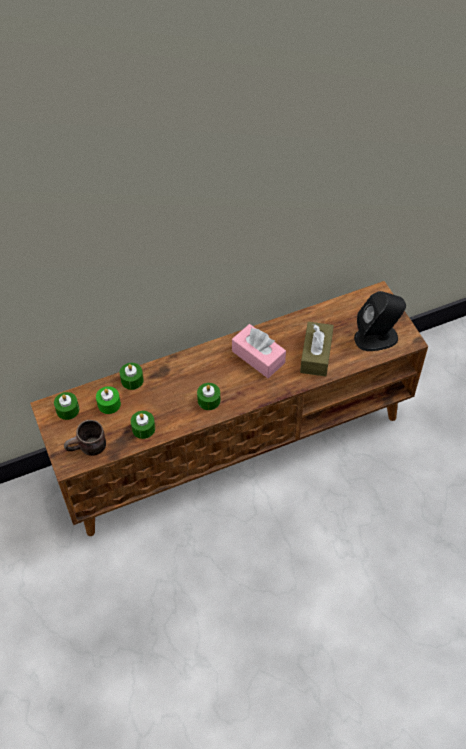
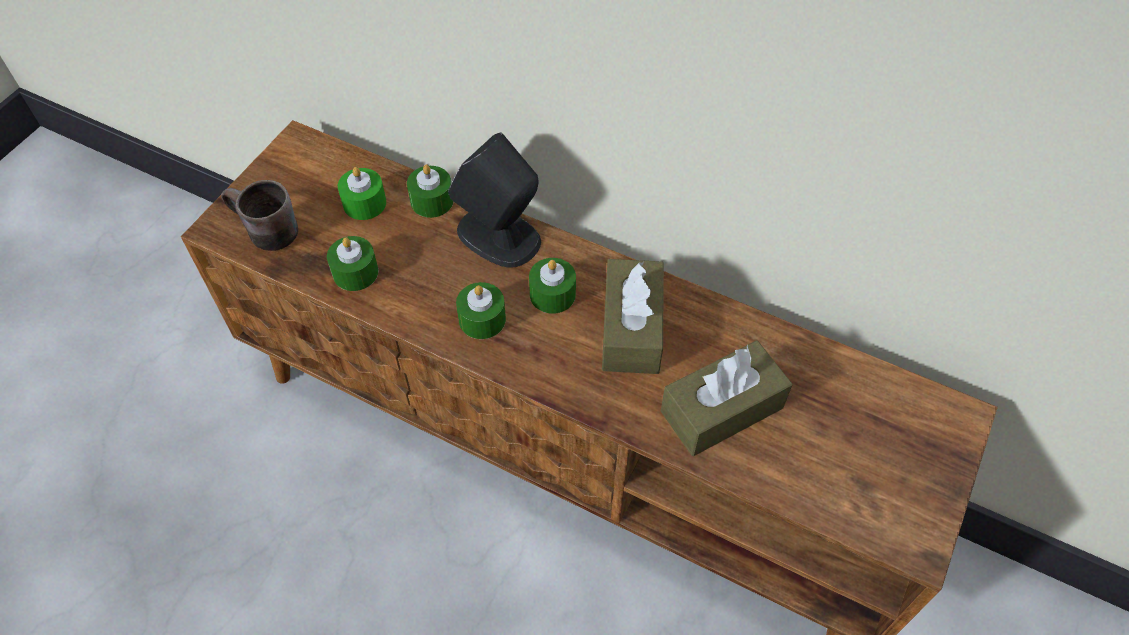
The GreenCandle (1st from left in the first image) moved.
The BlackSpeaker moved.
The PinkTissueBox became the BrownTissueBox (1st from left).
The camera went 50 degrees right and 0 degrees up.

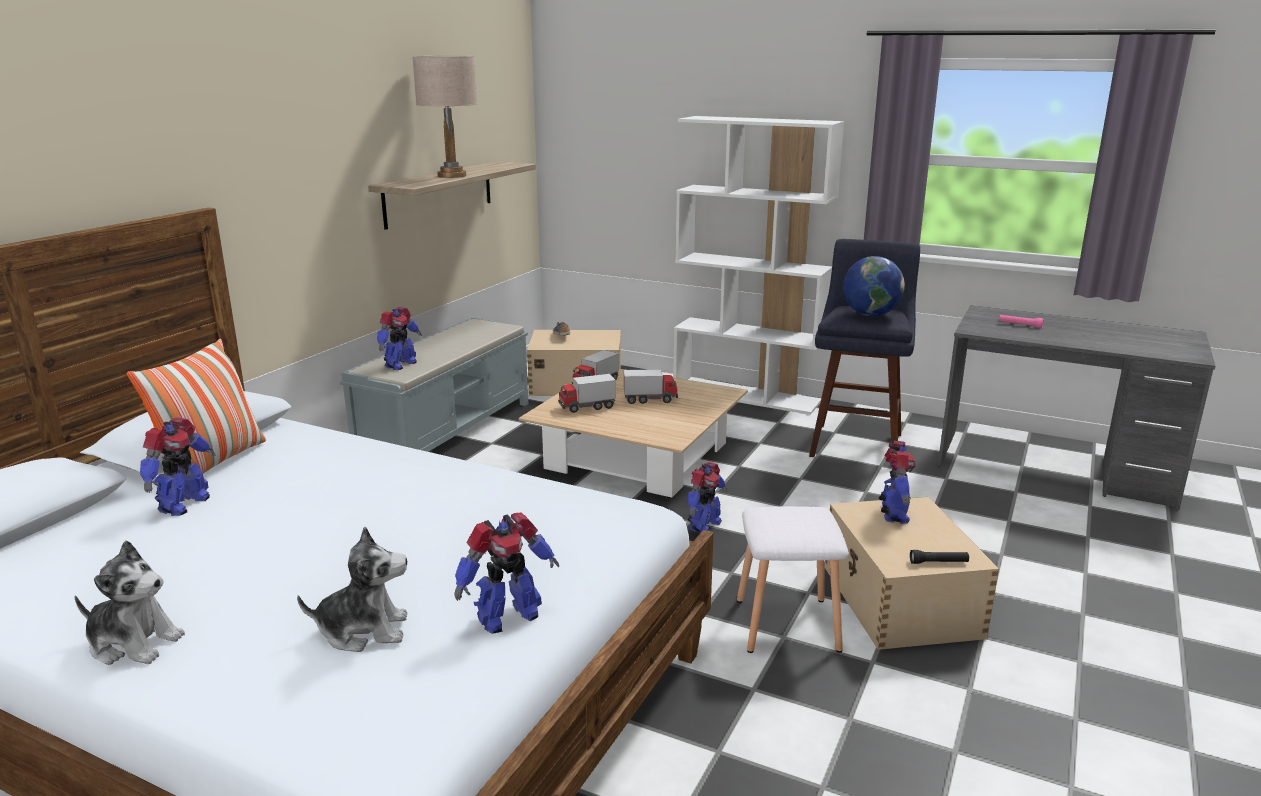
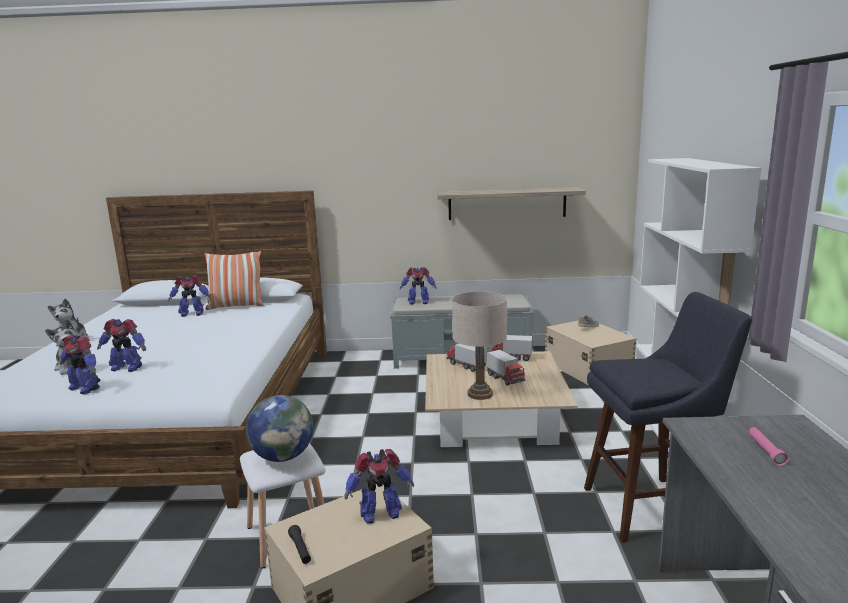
The BeigeTableLamp moved.
The ToyRobot (4th from left in the first image) moved.
The Globe moved.
The camera went 65 degrees right and 5 degrees down.

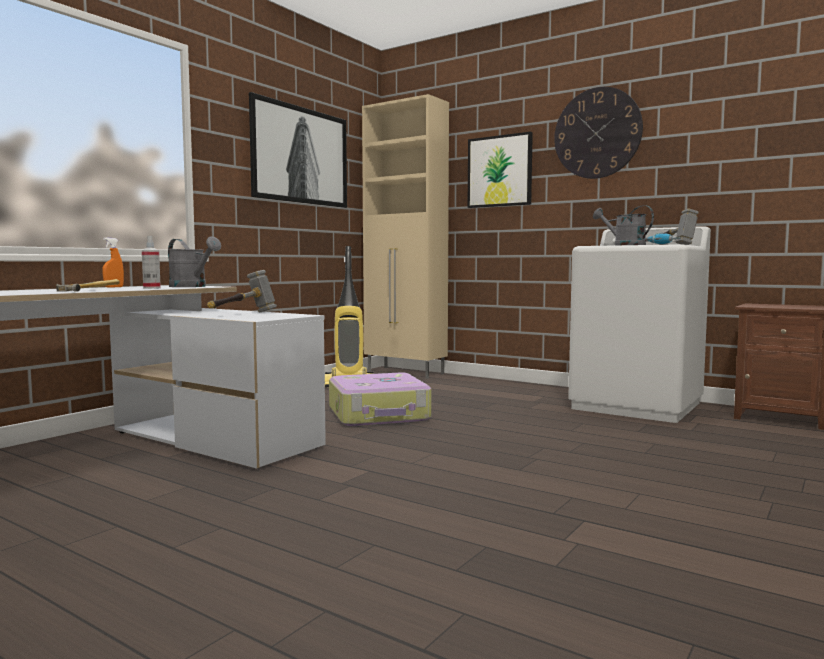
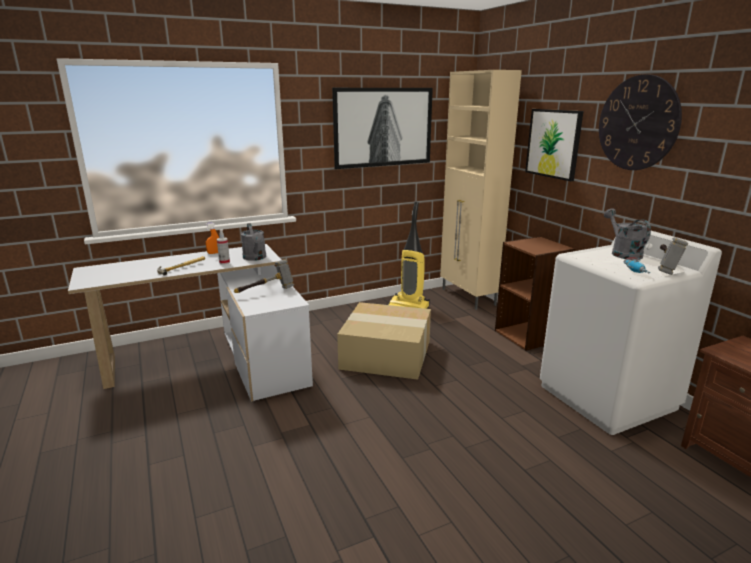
The BrownBookcase appeared.
The Suitcase was replaced by the CardboardBox.
The camera went 30 degrees right and 15 degrees up.

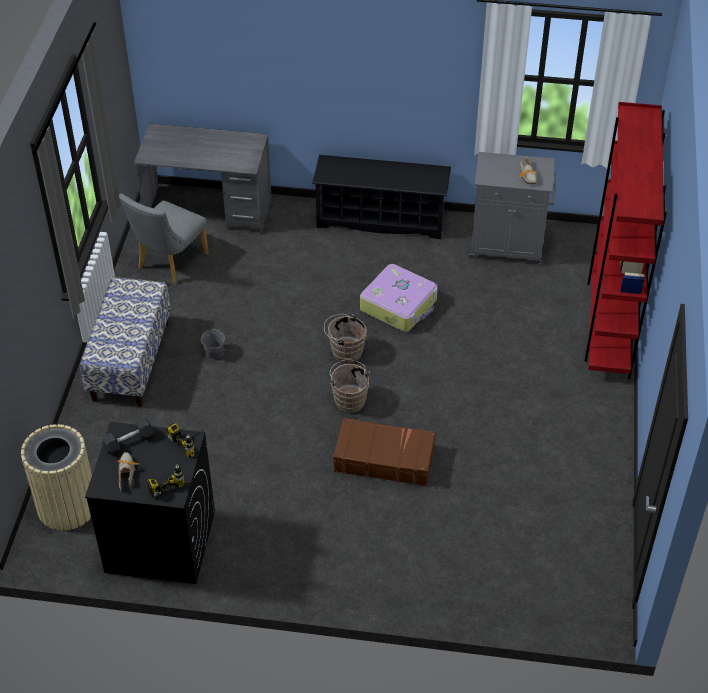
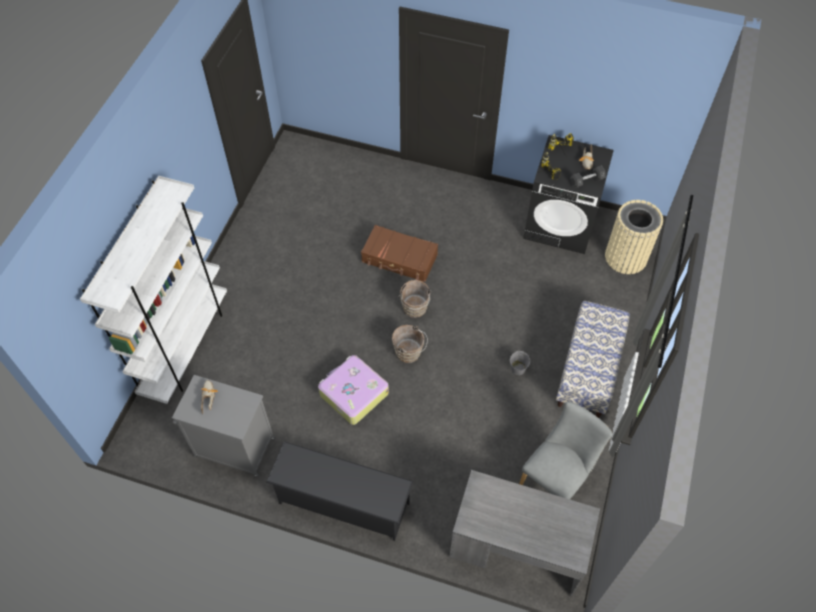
The RedBookcase became the WhiteBookcase.
The camera went 170 degrees left and 10 degrees up.

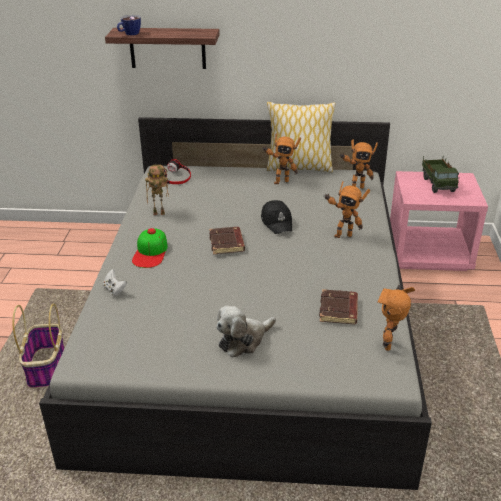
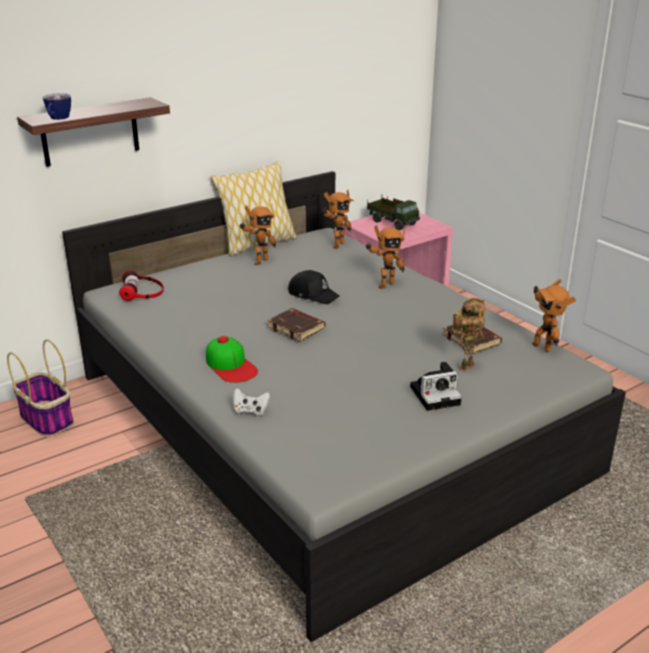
The Basket moved.
The ToyRobot (1st from left in the first image) moved.
The PlushToy was replaced by the PhotoCamera.
The camera went 40 degrees left and 5 degrees down.

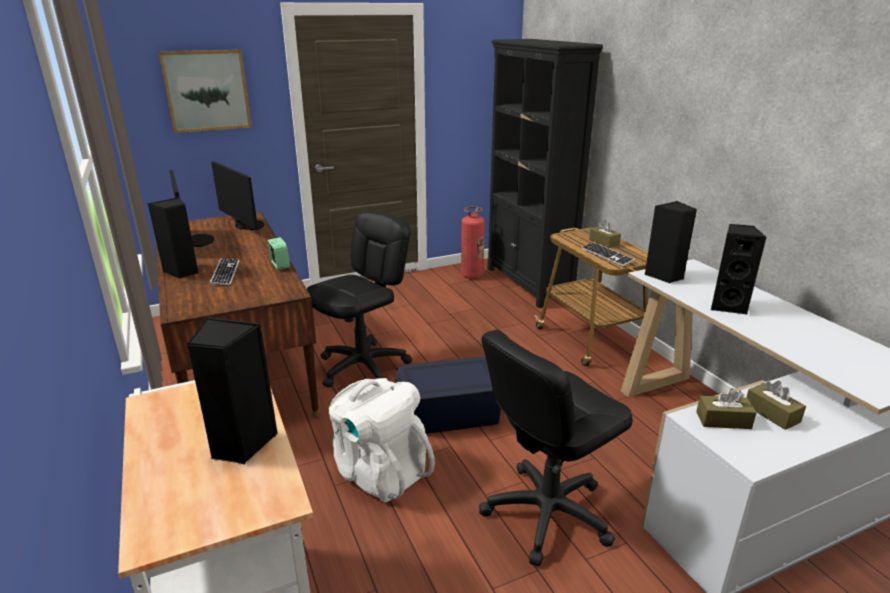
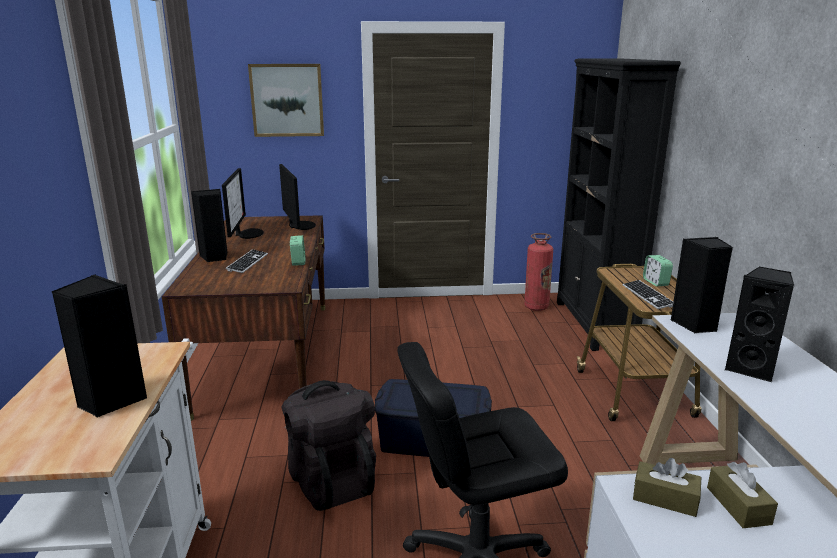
The BlackOfficeChair (1st from left) disappeared.
The BrownTissueBox (1st from left) was replaced by the AlarmClock (2nd from left).
The WhiteBackpack became the BlackBackpack.
The camera went 20 degrees right and 5 degrees down.

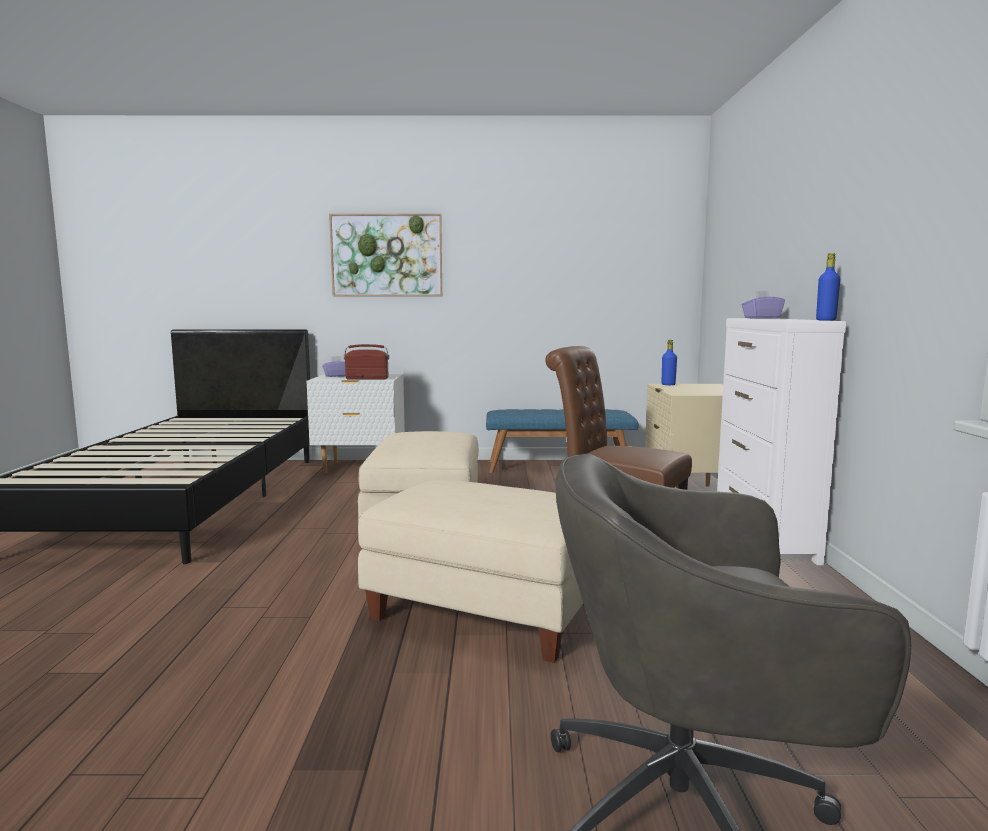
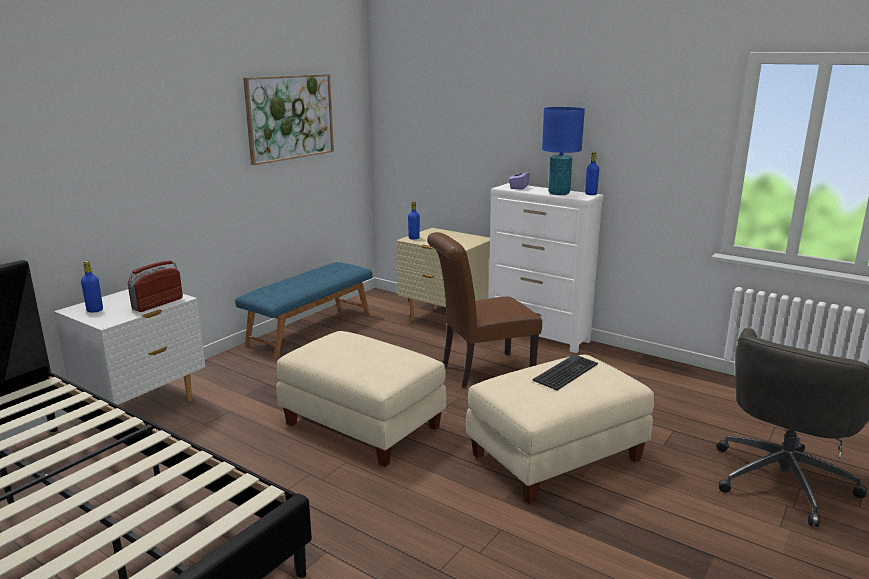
The Keyboard appeared.
The BlueTableLamp appeared.
The Picture moved.
The PurpleTissueBox (1st from left) was replaced by the BlueBottle (1st from left).
The camera went 55 degrees left and 10 degrees up.

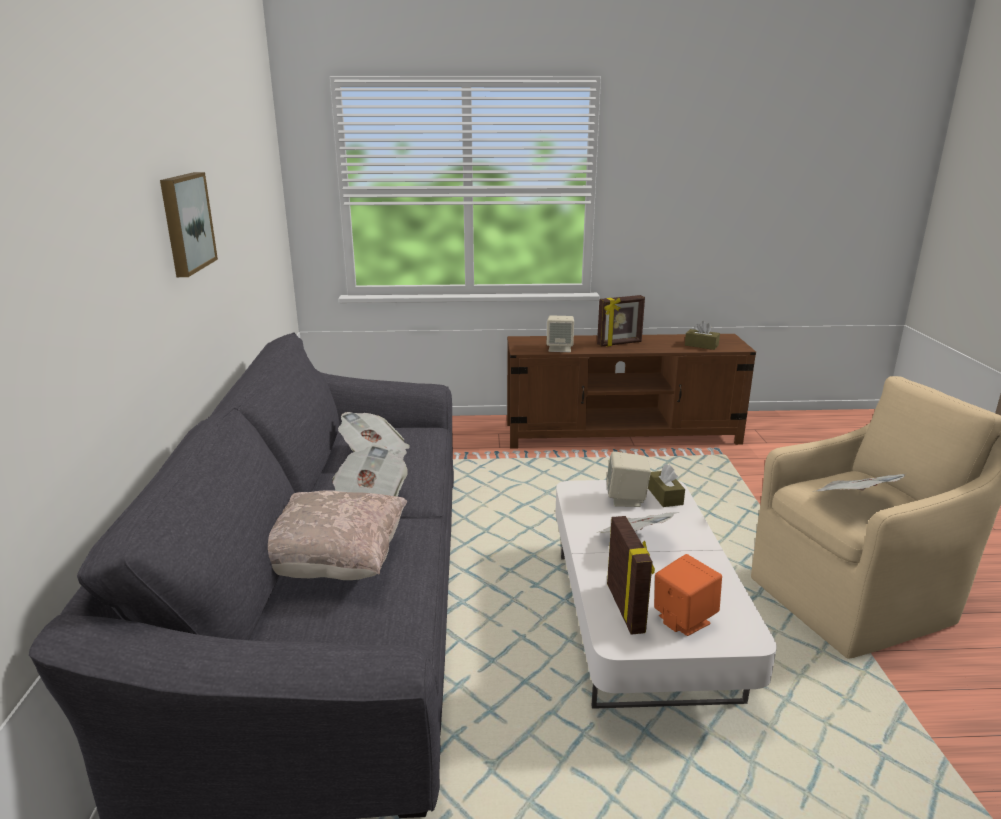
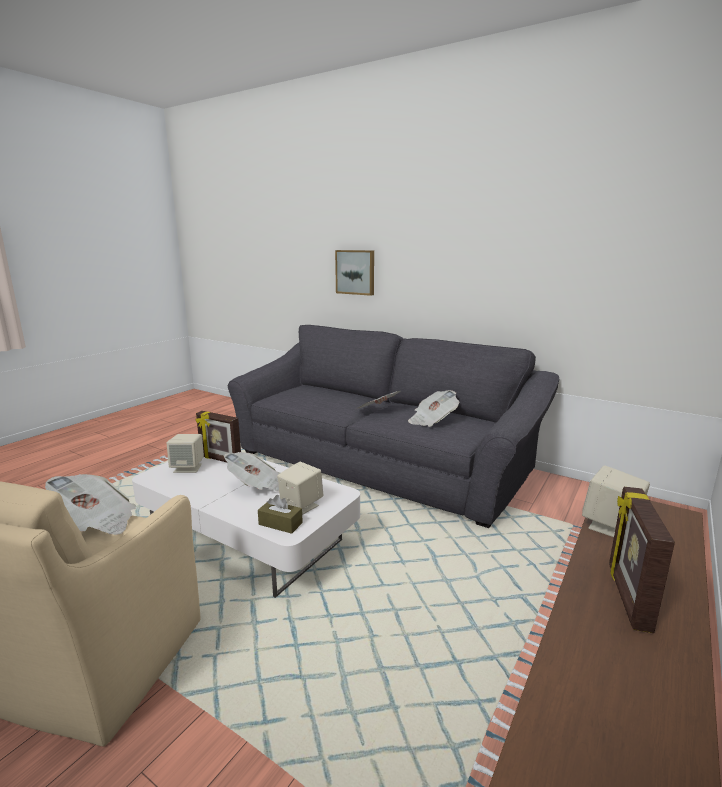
The BeigePillow disappeared.
The BrownTissueBox (2nd from left) disappeared.
The Picture moved.
The OrangeSpeaker became the BeigeSpeaker (1st from left).
The camera went 125 degrees right and 5 degrees down.

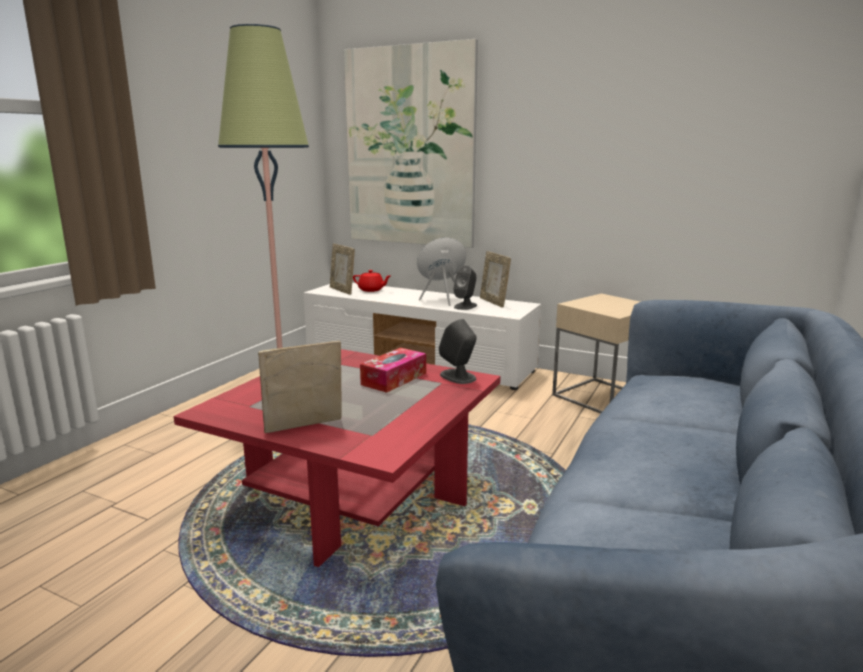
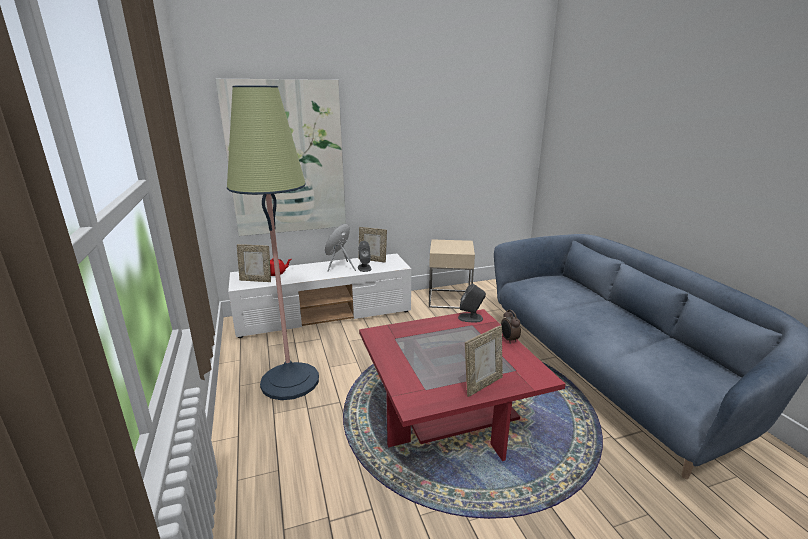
The TissueBox disappeared.
The AlarmClock appeared.
The PictureFrame (1st from left in the first image) turned 150 degrees counterclockwise.
The camera went 45 degrees left and 5 degrees up.

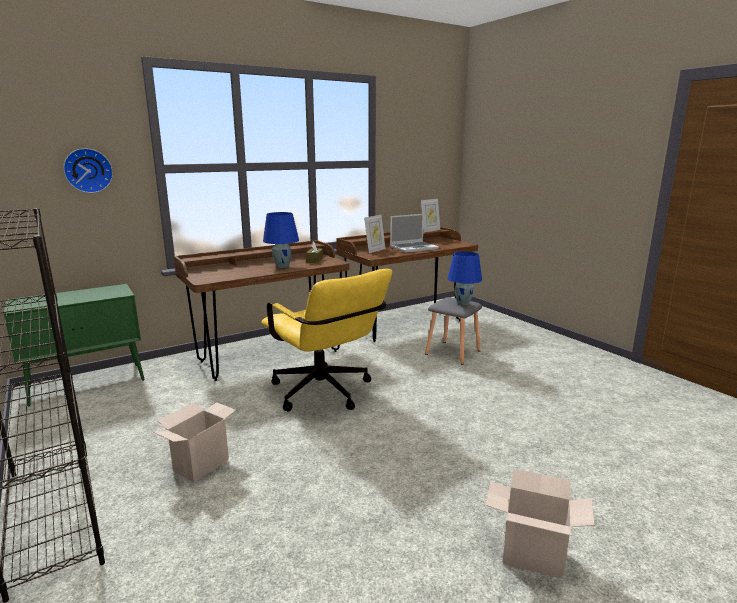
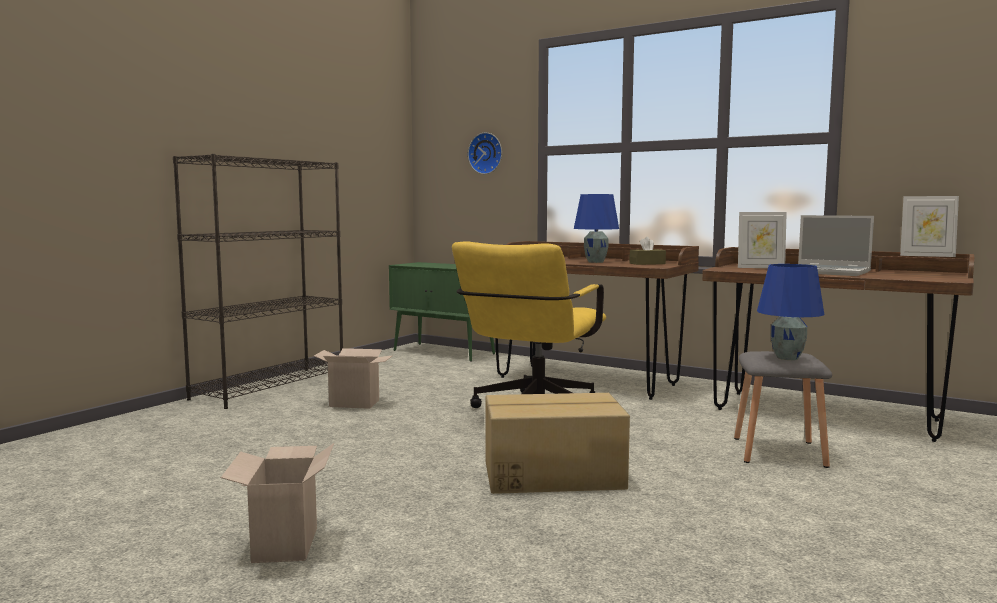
The CardboardBox (3rd from left) appeared.
The camera went 65 degrees right and 10 degrees down.

